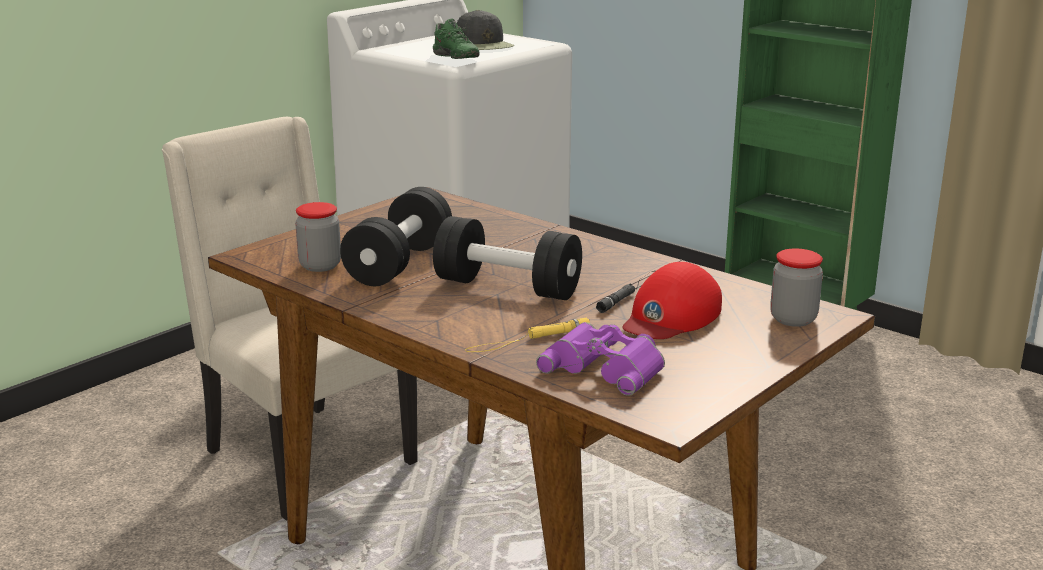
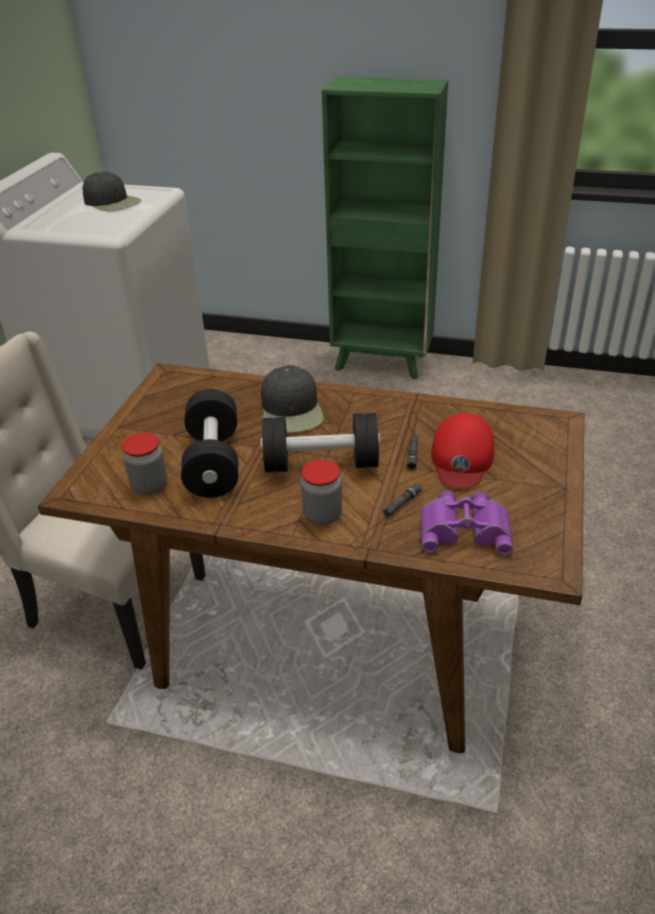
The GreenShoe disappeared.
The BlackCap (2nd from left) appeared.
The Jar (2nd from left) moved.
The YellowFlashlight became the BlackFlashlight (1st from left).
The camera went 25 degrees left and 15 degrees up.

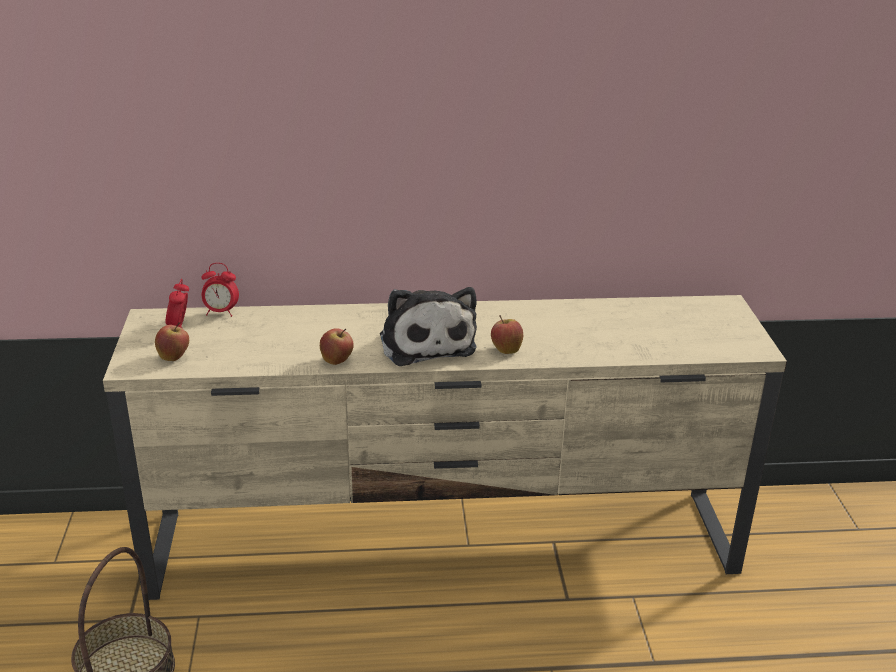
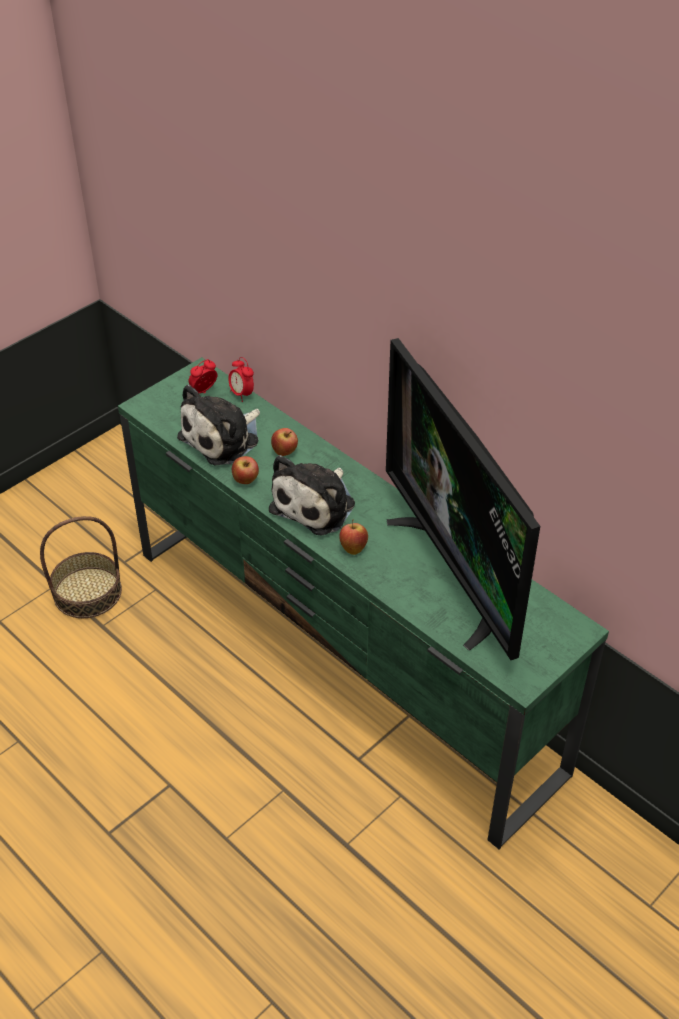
The PlushToy (1st from left) appeared.
The Television appeared.
The Apple (1st from left in the first image) moved.
The BeigeTvStand became the GreenTvStand.
The camera went 50 degrees right and 15 degrees up.

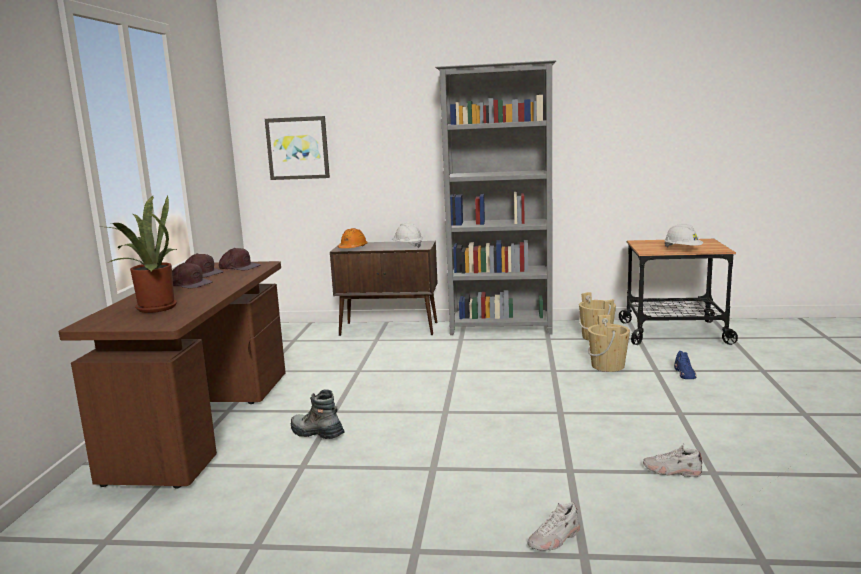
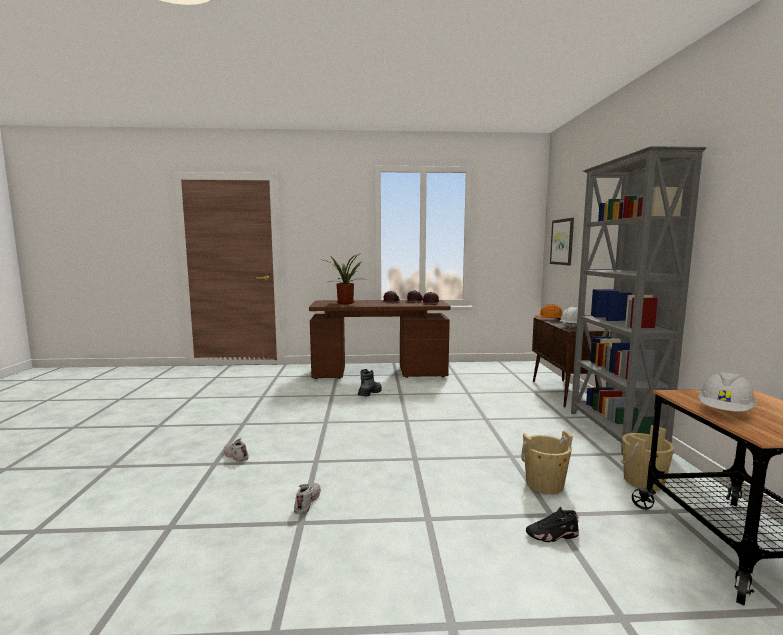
The BlueShoe became the BlackShoe.
The camera went 80 degrees right and 5 degrees down.

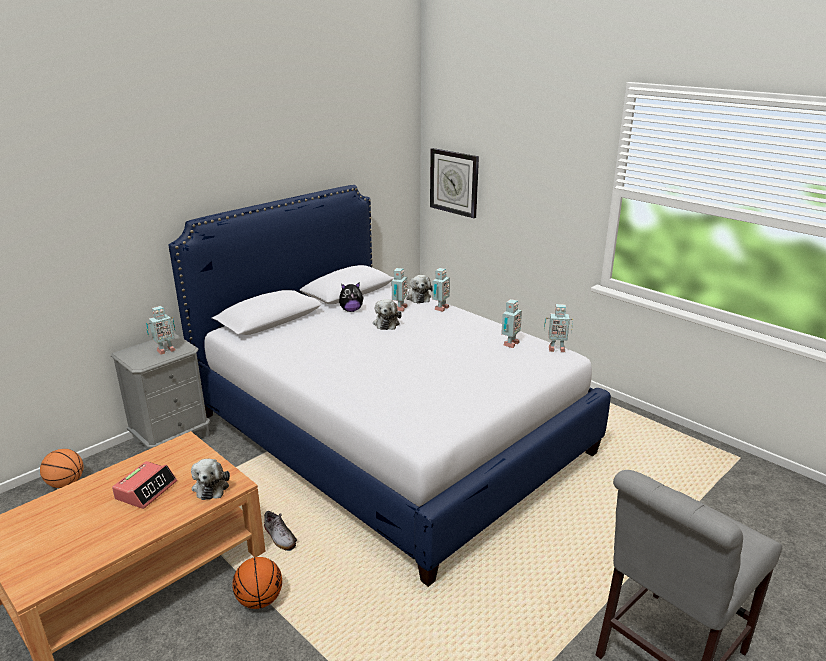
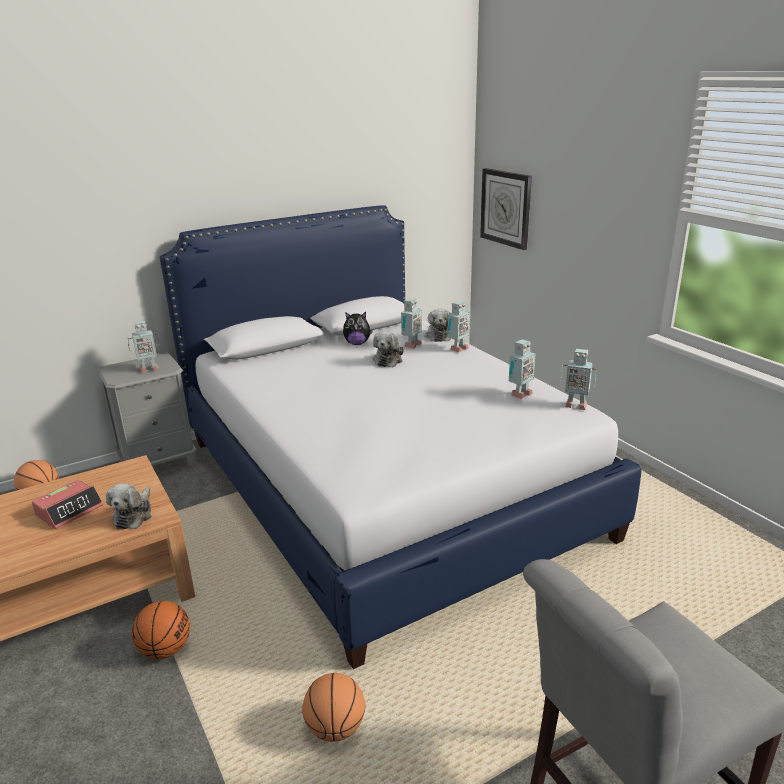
The Shoe disappeared.
The Basketball (3rd from left) appeared.
The camera went 15 degrees right and 0 degrees up.

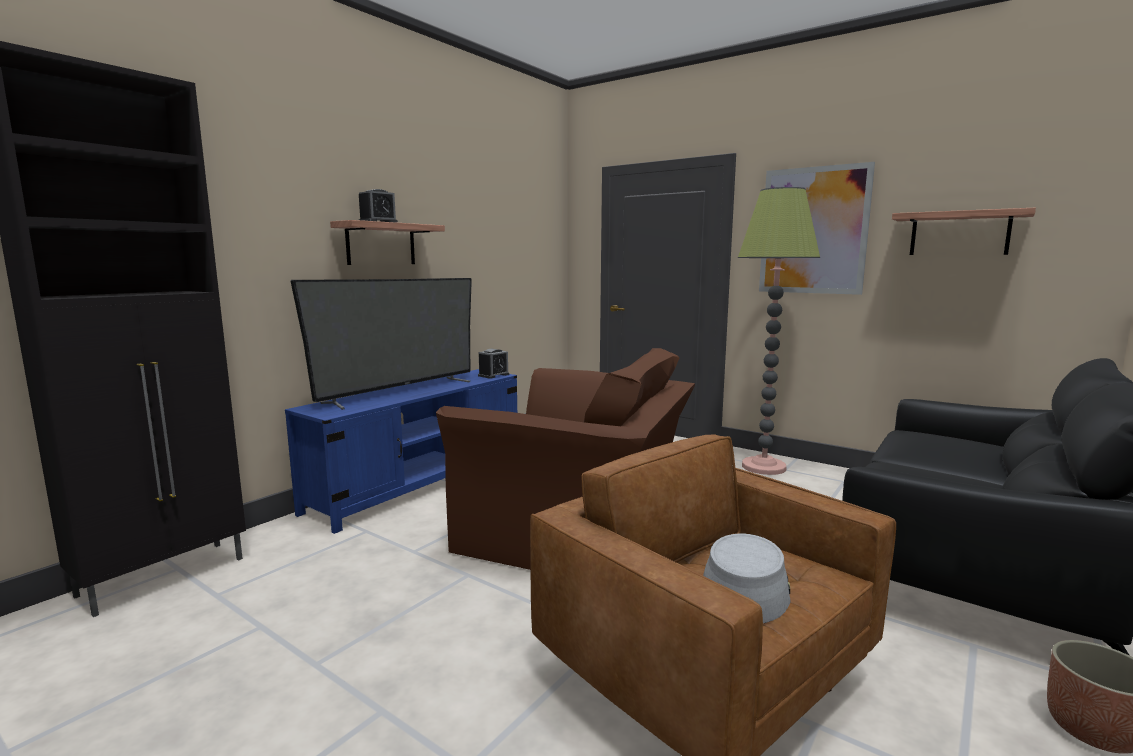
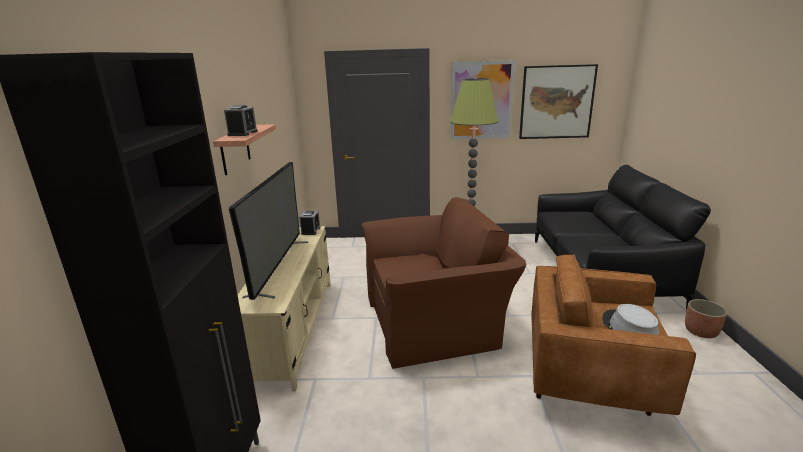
The Shelf (2nd from left) was replaced by the Picture (2nd from left).
The BlueTvStand became the BeigeTvStand.
The camera went 35 degrees left and 10 degrees up.

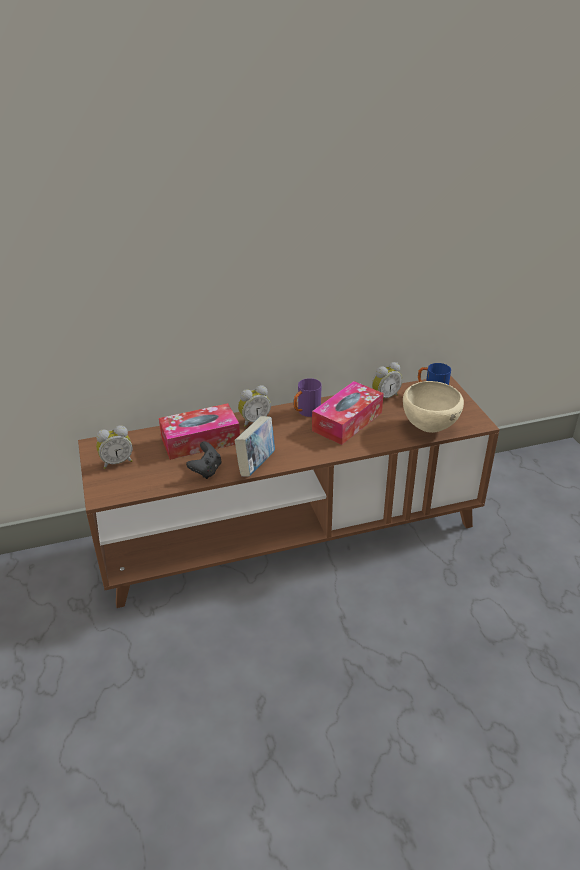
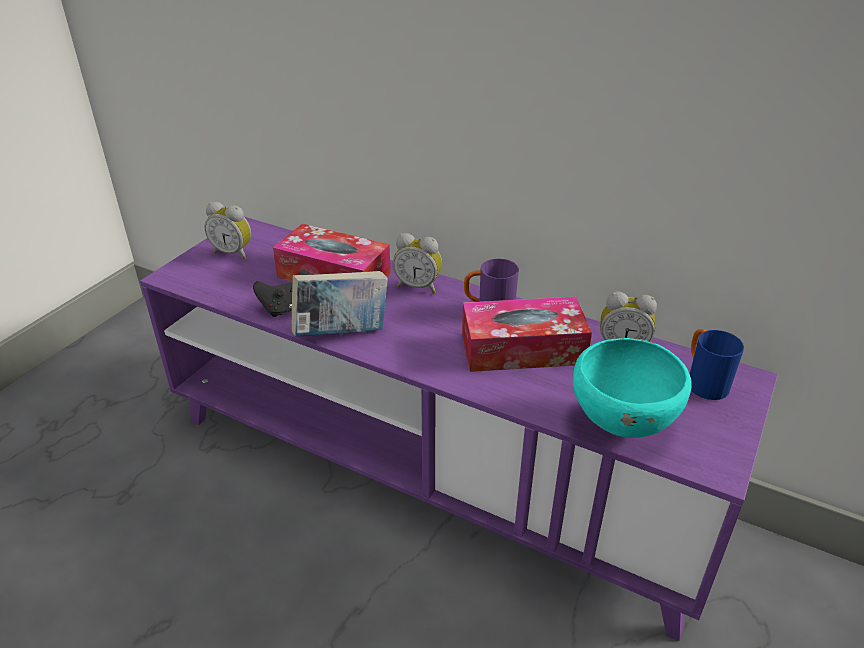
The BrownTvStand became the PurpleTvStand.
The BeigeBowl became the TurquoiseBowl.
The camera went 45 degrees right and 0 degrees up.

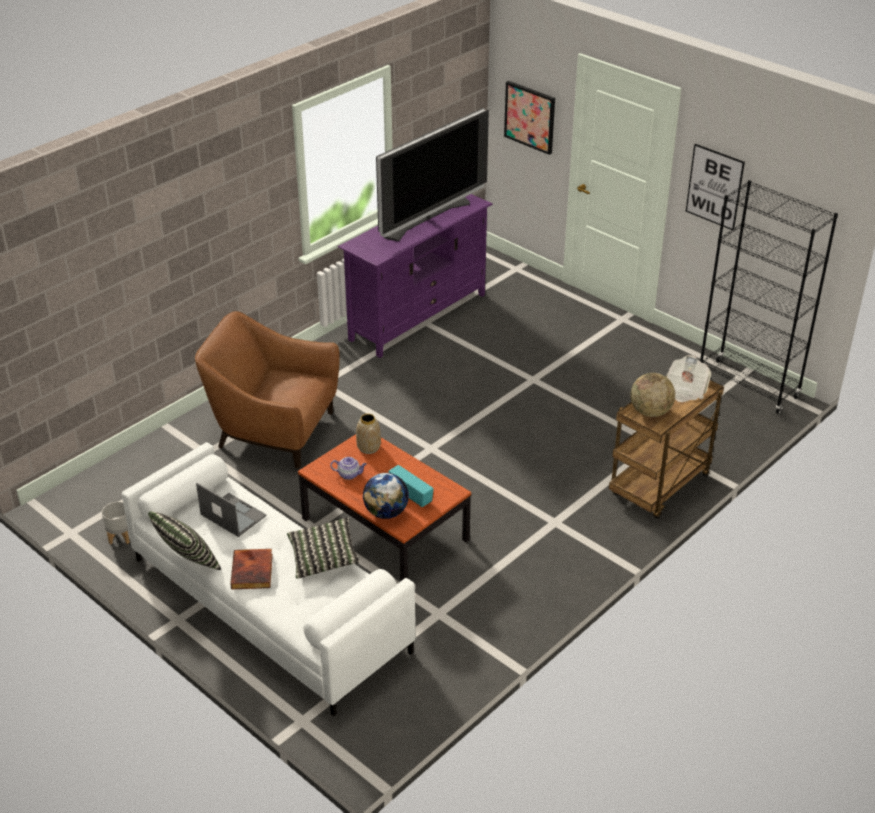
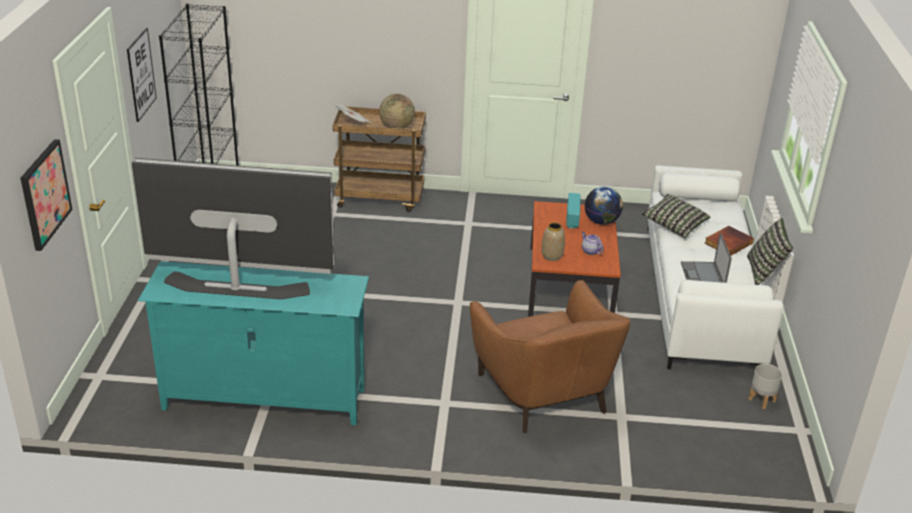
The PurpleTvStand became the TurquoiseTvStand.
The camera went 130 degrees left and 5 degrees down.

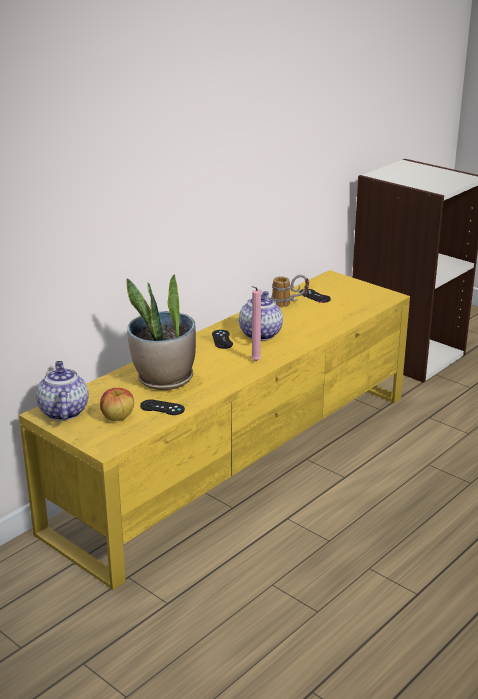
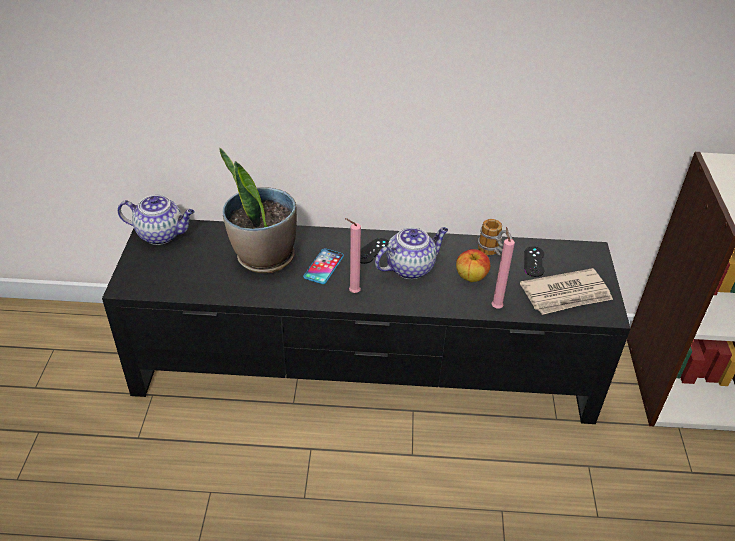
The BlackGameController (1st from left) disappeared.
The Phone appeared.
The PinkCandle (2nd from left) appeared.
The Newspaper appeared.
The Apple moved.
The YellowTvStand became the BlackTvStand.
The Teapot (1st from left) turned 60 degrees clockwise.
The camera went 50 degrees right and 15 degrees up.

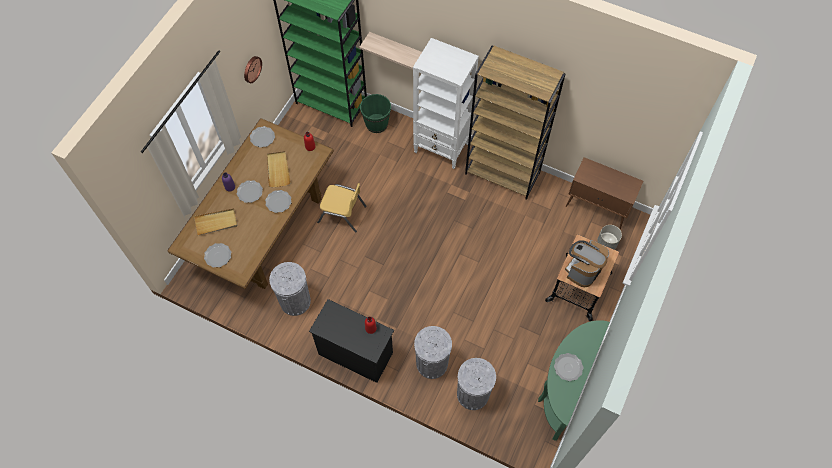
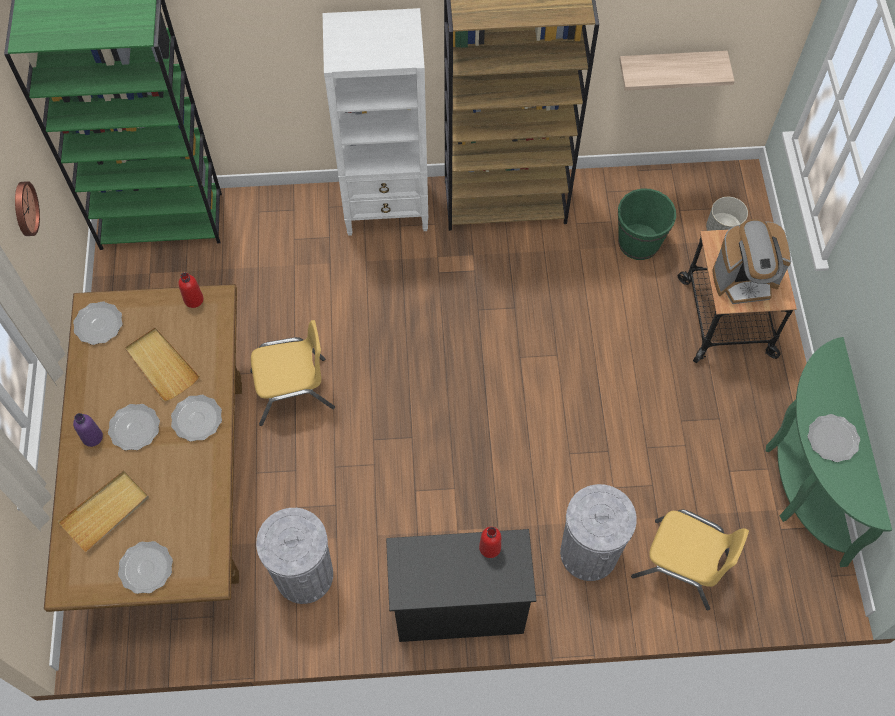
The BrownCabinet disappeared.
The Shelf moved.
The GreenBucket moved.
The GreyTrashCan (3rd from left) was replaced by the YellowChair (2nd from left).
The CoffeeMachine turned 105 degrees counterclockwise.
The camera went 30 degrees left and 0 degrees up.

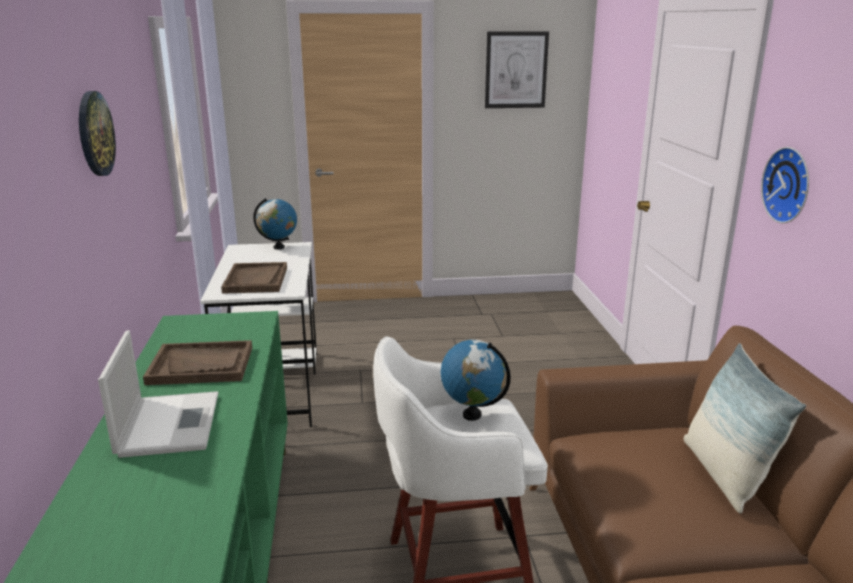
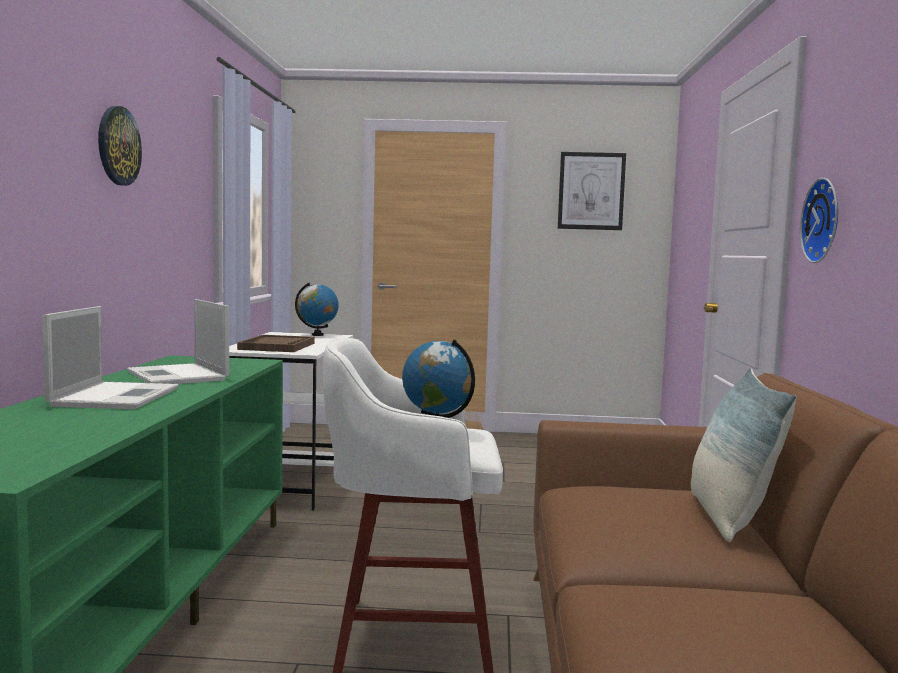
The BrownTray (1st from left) was replaced by the Laptop (2nd from left).
The camera went 10 degrees right and 15 degrees down.

